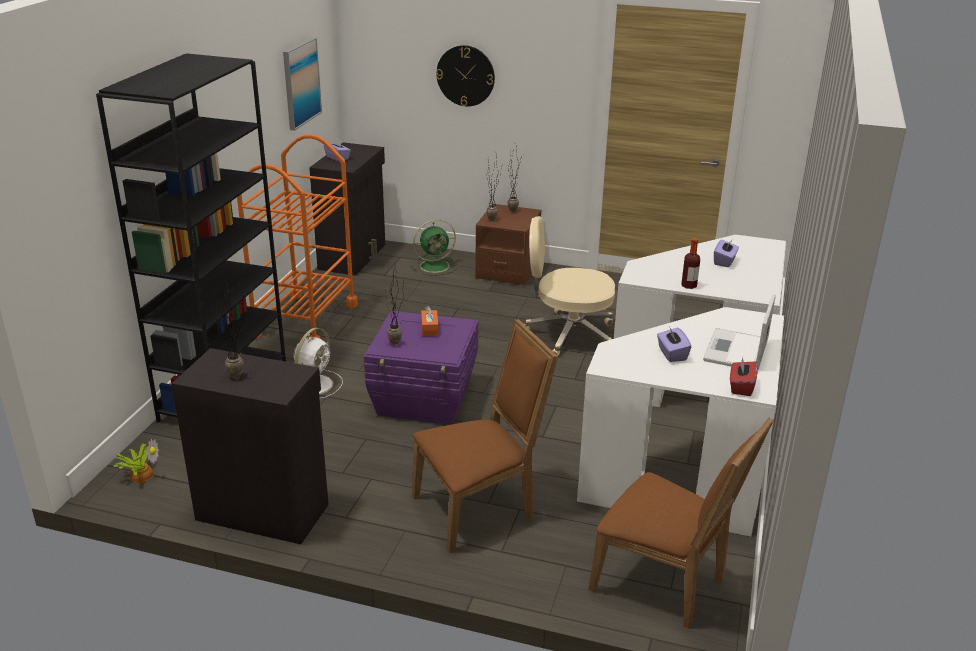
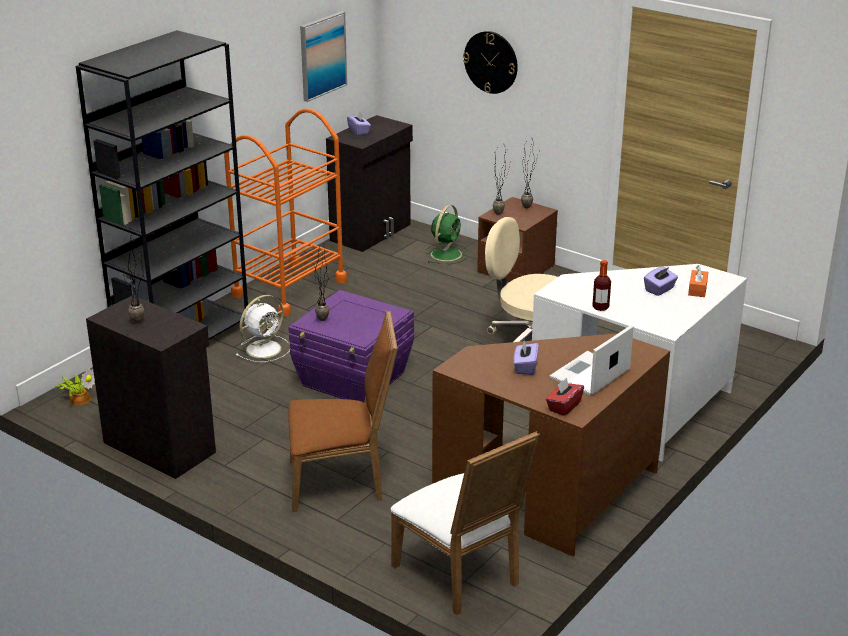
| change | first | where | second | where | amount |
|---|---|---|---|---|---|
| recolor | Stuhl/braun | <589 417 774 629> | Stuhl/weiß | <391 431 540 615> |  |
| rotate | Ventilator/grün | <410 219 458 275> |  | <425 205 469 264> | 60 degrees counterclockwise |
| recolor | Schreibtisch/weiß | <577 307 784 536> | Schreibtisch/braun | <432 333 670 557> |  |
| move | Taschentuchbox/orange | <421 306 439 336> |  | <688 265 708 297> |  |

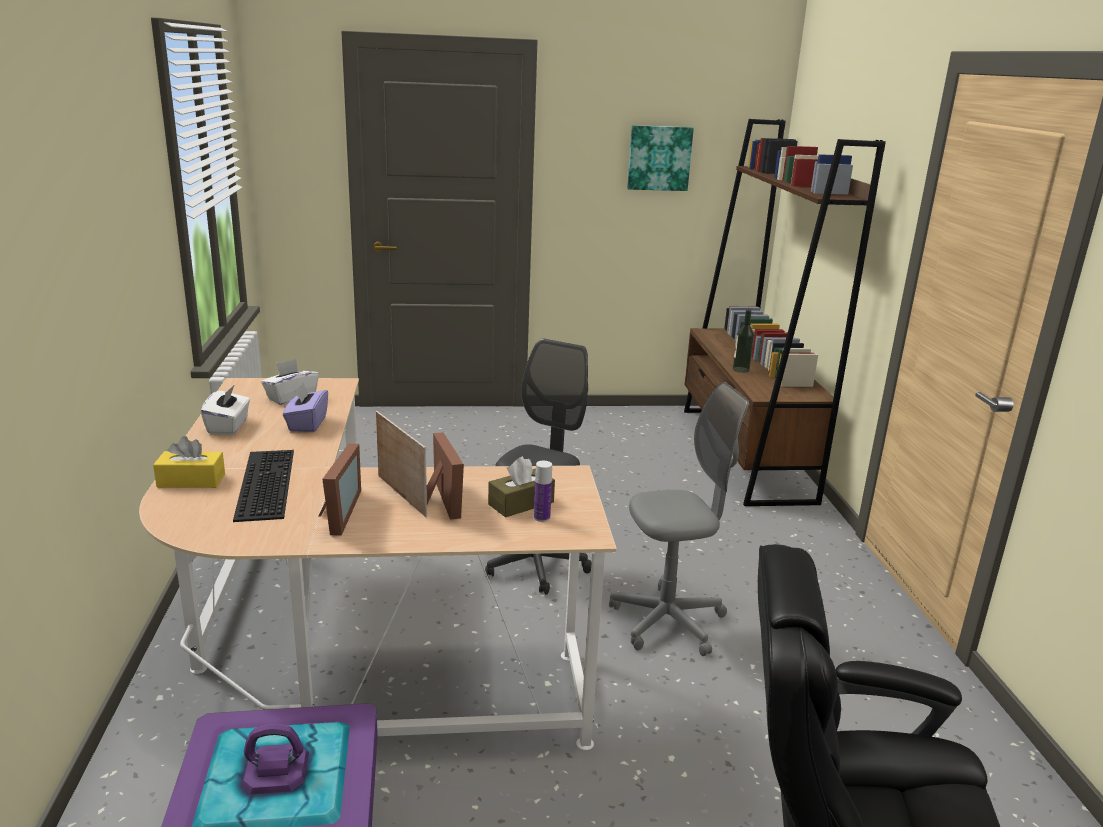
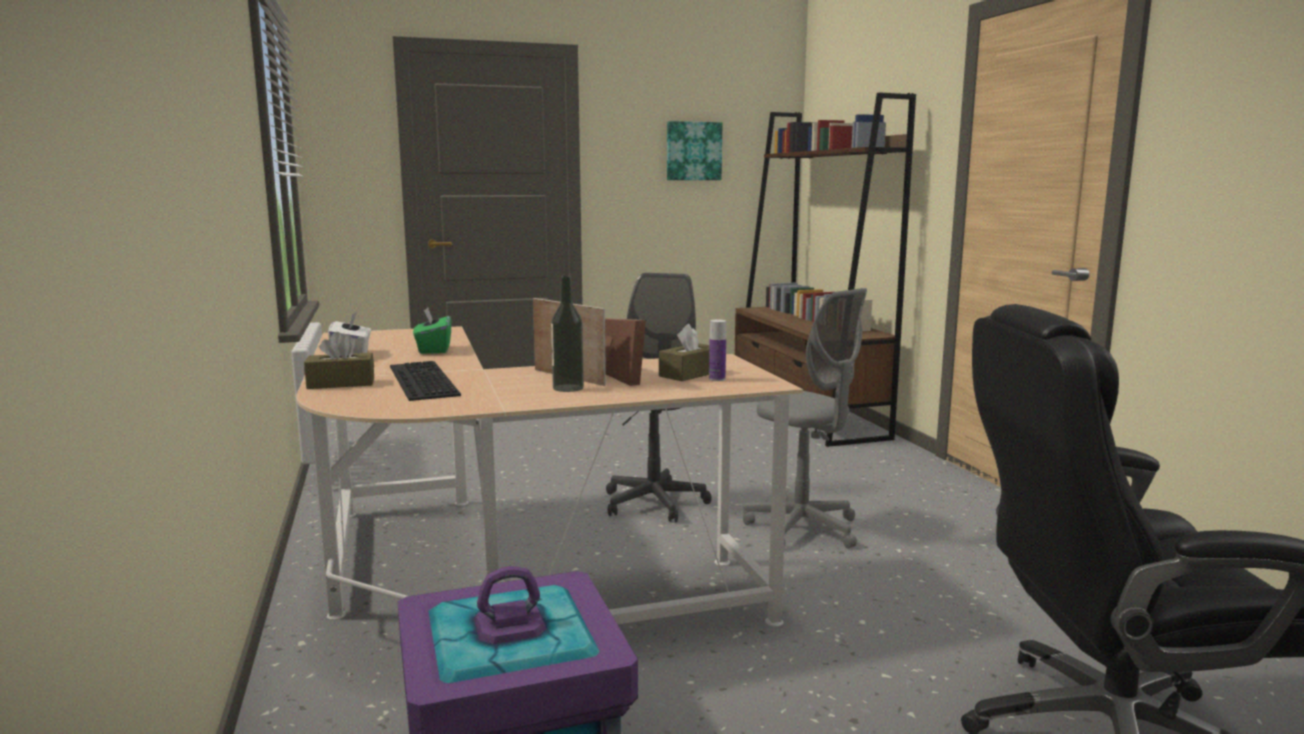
| change | first | where | second | where | amount |
|---|---|---|---|---|---|
| recolor | Taschentuchbox/gelb | <153 436 225 488> | Taschentuchbox/braun | <304 332 374 389> |  |
| recolor | Taschentuchbox/lila | <283 383 328 432> | Taschentuchbox/grün | <413 307 451 354> |  |
| move | Flasche | <733 310 754 373> |  | <551 276 584 392> |  |
| rotate | Bürostuhl/grau | <609 382 749 656> |  | <743 288 867 549> | 75 degrees clockwise |
| delete | Taschentuchbox/weiß | <261 359 319 405> |  |  |  |
| delete | Bilderrahmen | <318 443 361 536> |  |  |  |

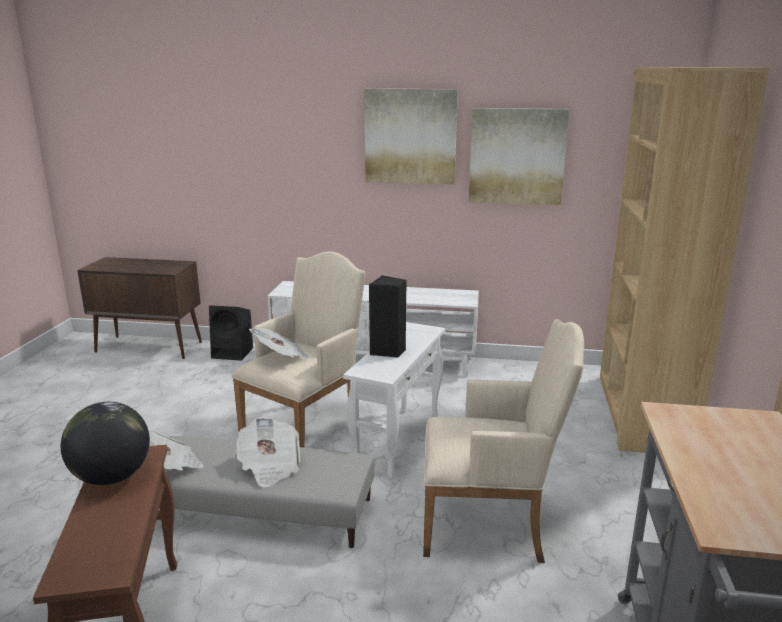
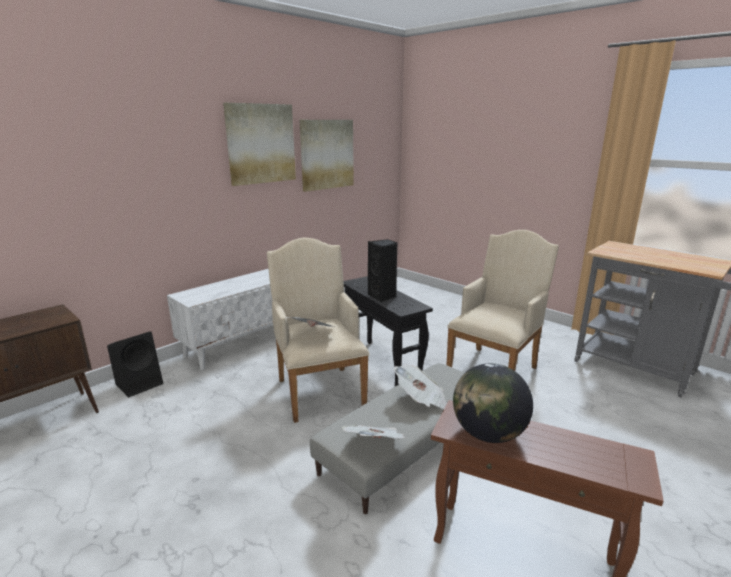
| change | first | where | second | where | amount |
|---|---|---|---|---|---|
| recolor | Beistelltisch/weiß | <343 322 445 479> | Beistelltisch/schwarz | <343 276 433 386> |  |
| delete | Bücherregal/braun | <600 67 770 453> |  |  |  |

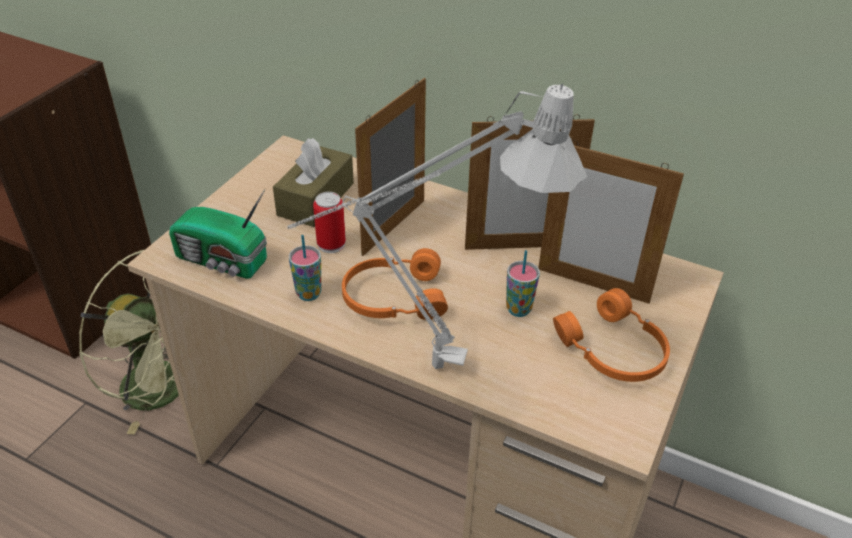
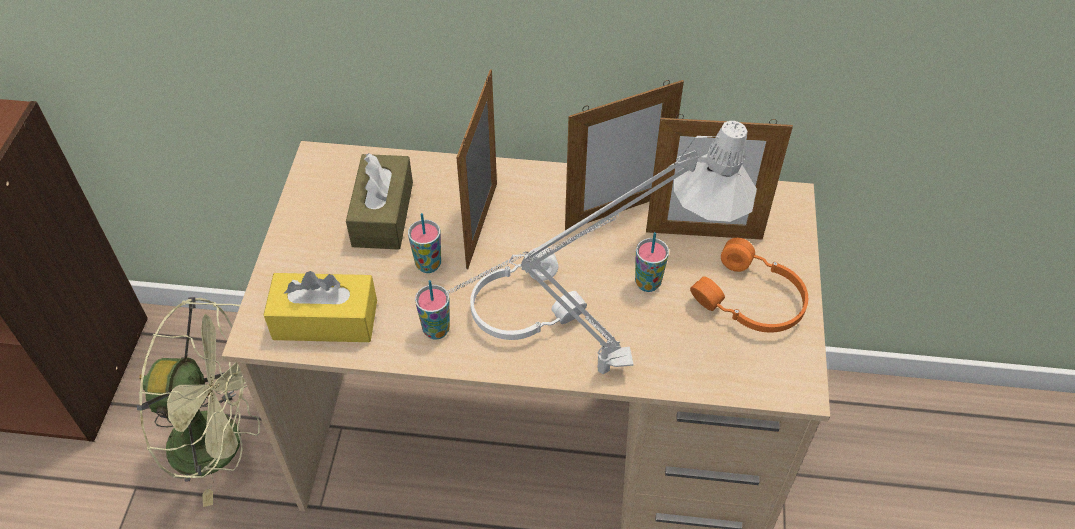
| change | first | where | second | where | amount |
|---|---|---|---|---|---|
| replace | Radio | <169 189 267 279> | Taschentuchbox/gelb | <264 271 377 342> |  |
| replace | Dose | <313 192 346 253> | Tasse | <408 213 441 273> |  |
| recolor | Kopfhörer/orange | <342 248 448 320> | Kopfhörer/weiß | <470 247 587 340> |  |

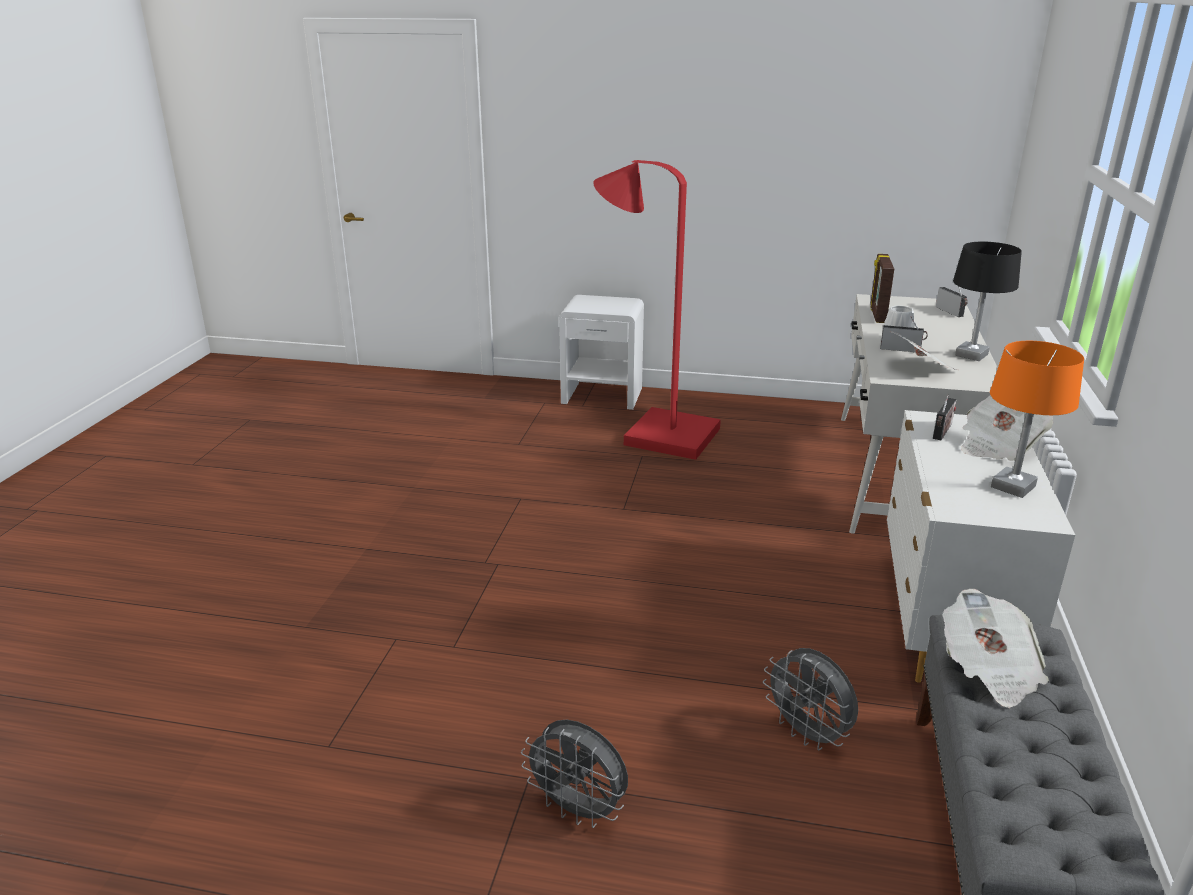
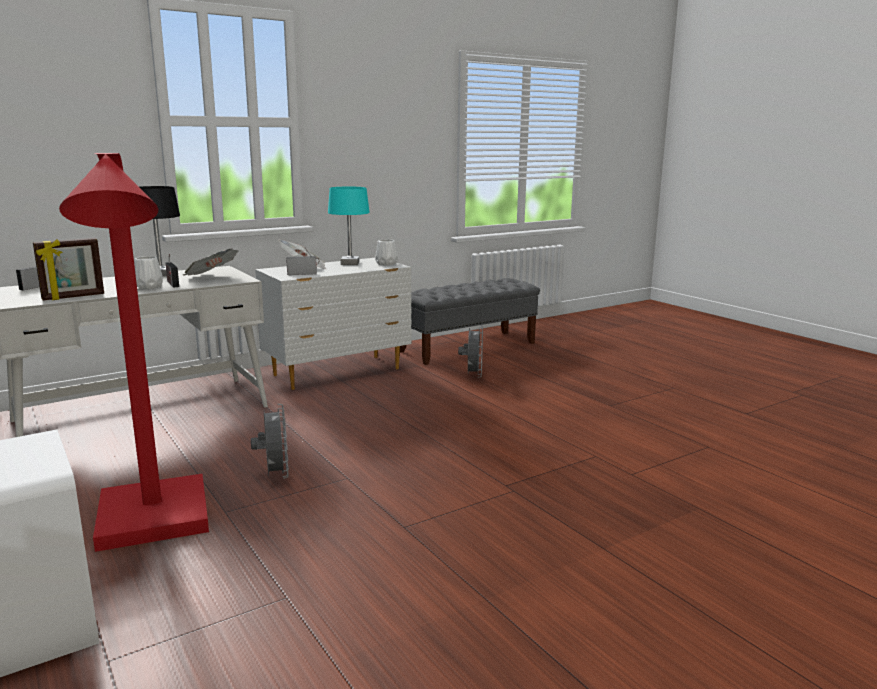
| change | first | where | second | where | amount |
|---|---|---|---|---|---|
| move | Ventilator/grau | <521 719 628 828> |  | <251 404 289 479> |  |
| recolor | Tischlampe/orange | <990 341 1084 498> | Tischlampe/türkis | <328 187 370 265> |  |
| insert |  |  | Vase/weiß | <375 239 398 266> |  |
| delete | Zeitung | <942 589 1049 708> |  |  |  |

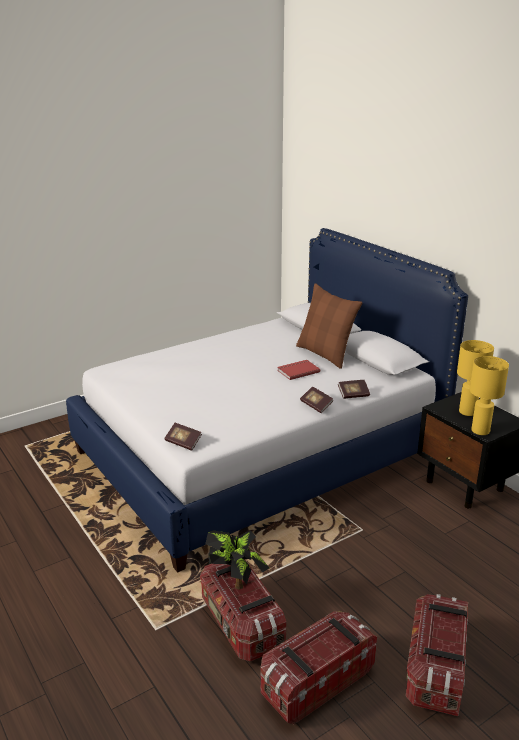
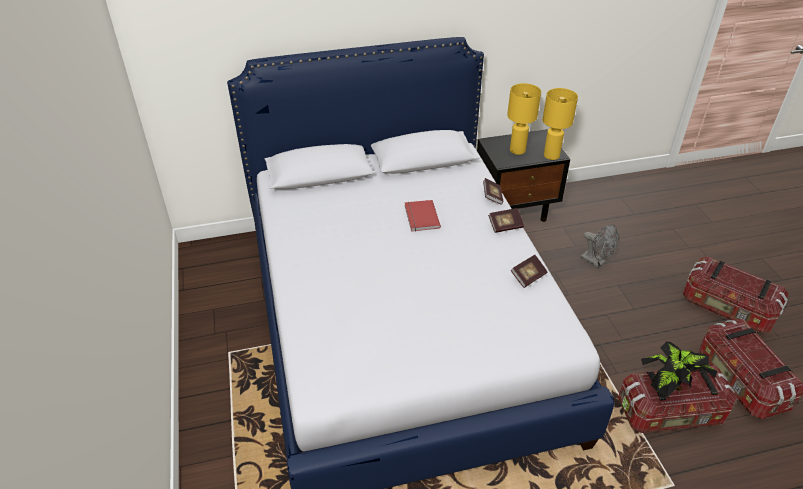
| change | first | where | second | where | amount |
|---|---|---|---|---|---|
| move | Buch | <164 423 202 451> |  | <511 255 547 288> |  |
| insert |  |  | Ventilator/grau | <581 224 619 268> |  |
| delete | Kissen/braun | <296 283 362 369> |  |  |  |

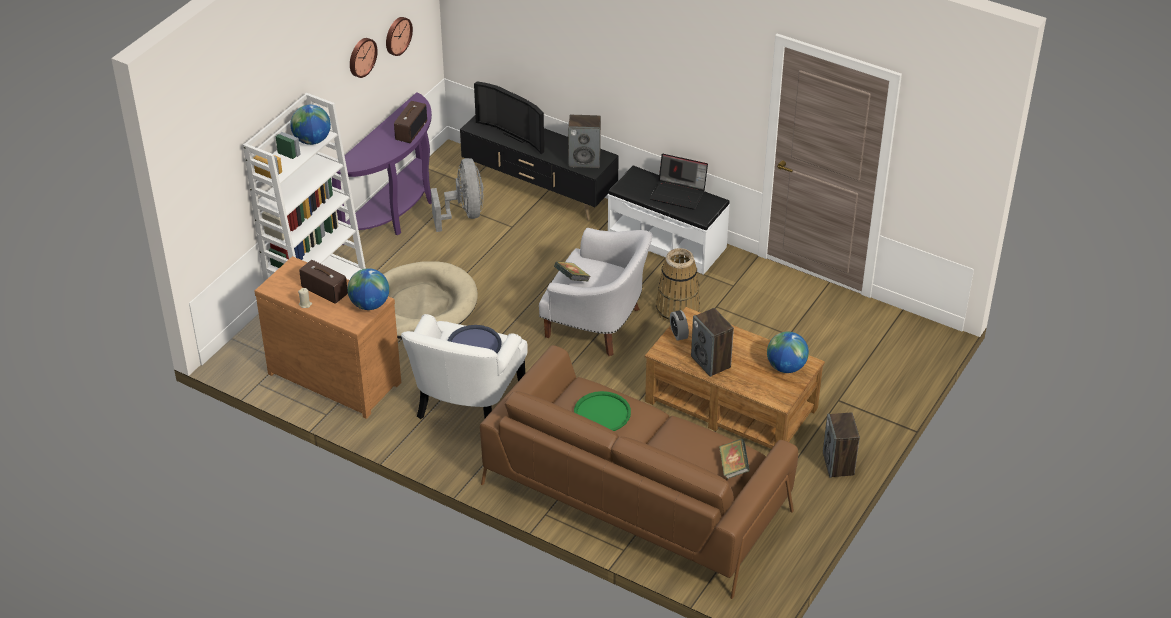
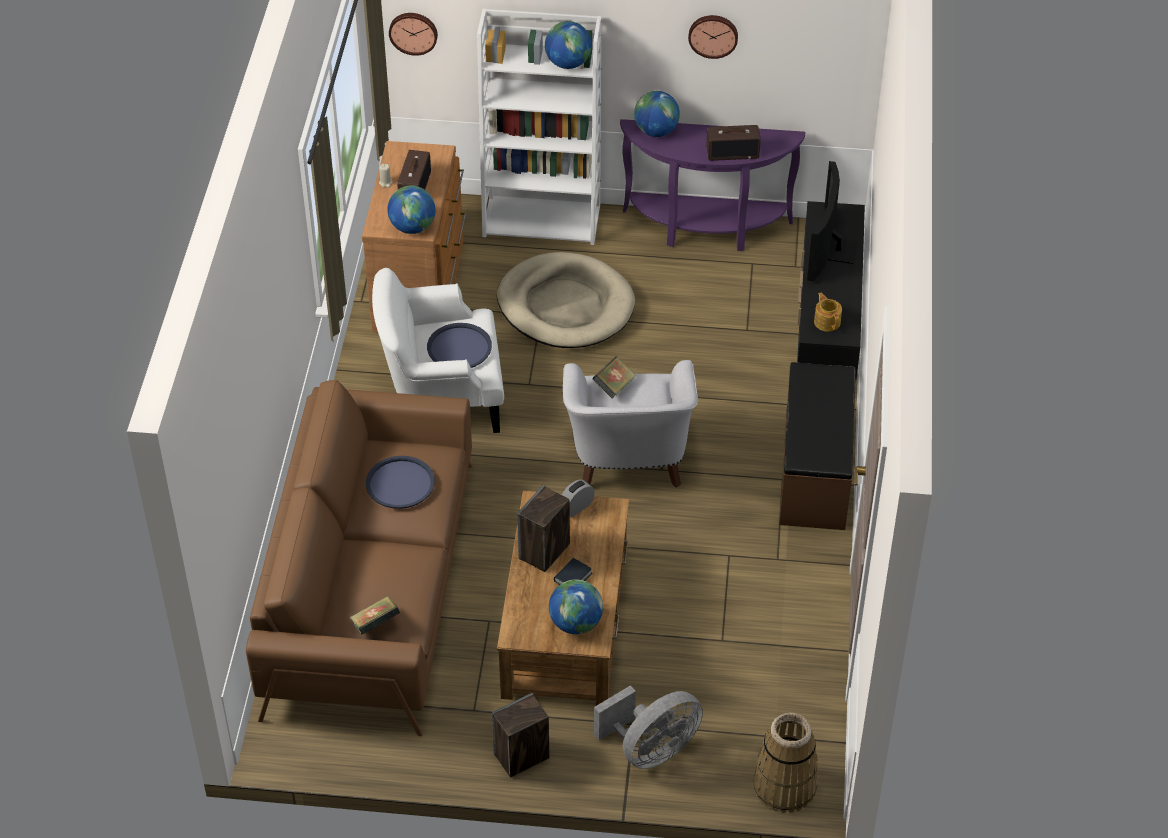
| change | first | where | second | where | amount |
|---|---|---|---|---|---|
| recolor | Tablett/grün | <574 391 631 431> | Tablett/blau | <366 456 435 509> |  |
| move | Wanduhr | <386 17 413 56> |  | <389 13 438 56> |  |
| insert |  |  | Buch | <554 558 592 585> |  |
| move | Ventilator/grau | <431 158 484 232> |  | <594 685 703 769> |  |
| insert |  |  | Globus | <634 91 680 137> |  |
| move | Korb | <656 248 700 323> |  | <753 713 818 813> |  |
| recolor | Bank/weiß | <608 165 730 275> | Bank/braun | <779 362 856 530> |  |
| replace | Lautsprecher | <568 115 601 168> | Teekanne | <814 292 842 332> |  |
| delete | Laptop | <650 154 708 210> |  |  |  |

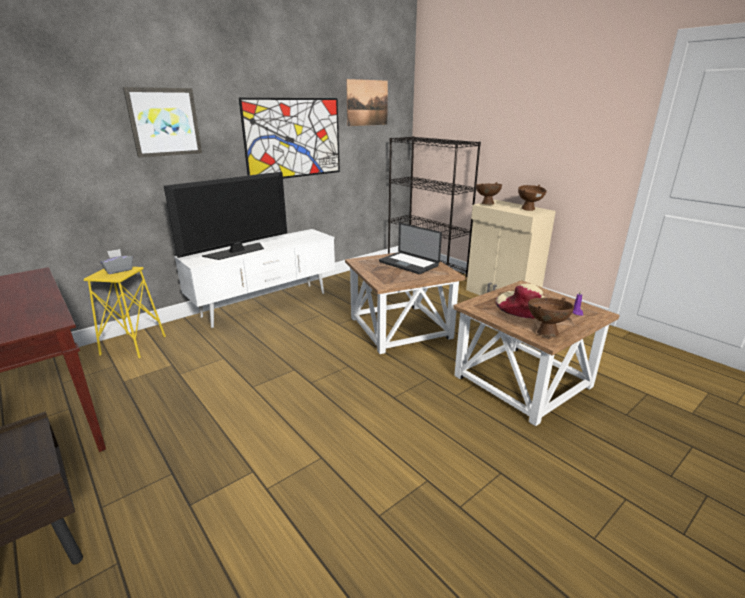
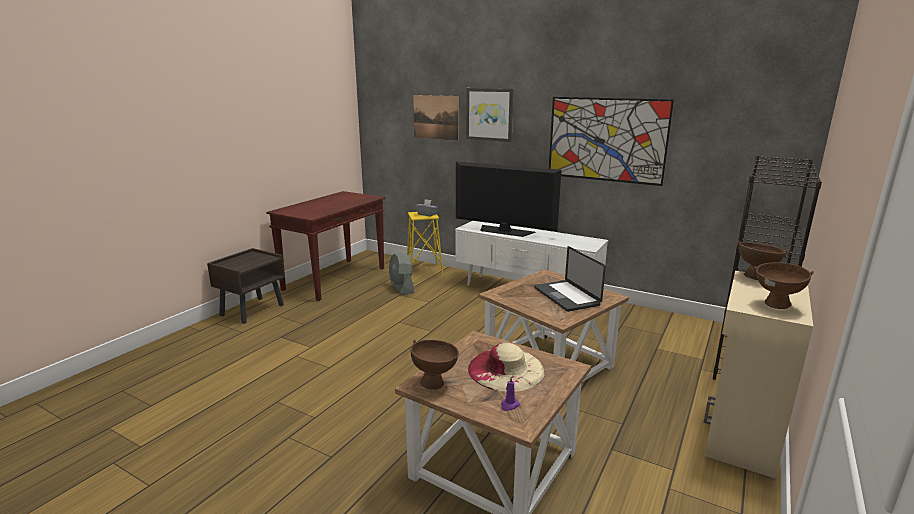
| change | first | where | second | where | amount |
|---|---|---|---|---|---|
| insert |  |  | Ventilator/grau | <389 252 414 295> |  |
| move | Bild | <346 79 388 126> |  | <413 95 459 141> |  |
| rotate | Laptop | <379 223 442 274> |  | <534 246 606 312> | 45 degrees counterclockwise |

